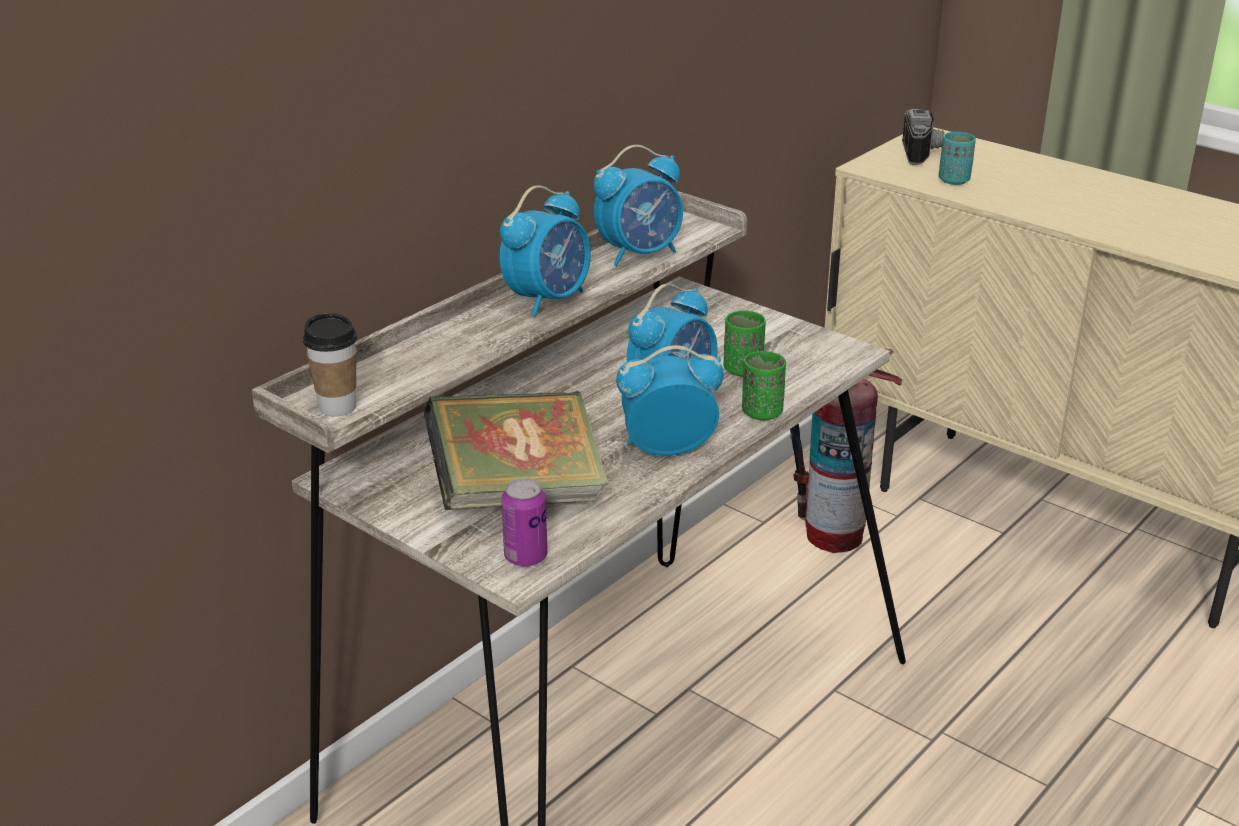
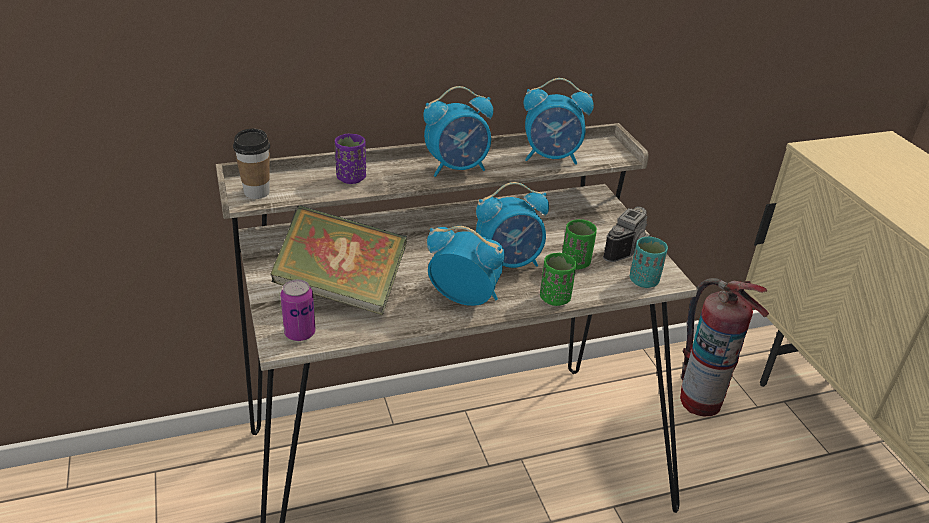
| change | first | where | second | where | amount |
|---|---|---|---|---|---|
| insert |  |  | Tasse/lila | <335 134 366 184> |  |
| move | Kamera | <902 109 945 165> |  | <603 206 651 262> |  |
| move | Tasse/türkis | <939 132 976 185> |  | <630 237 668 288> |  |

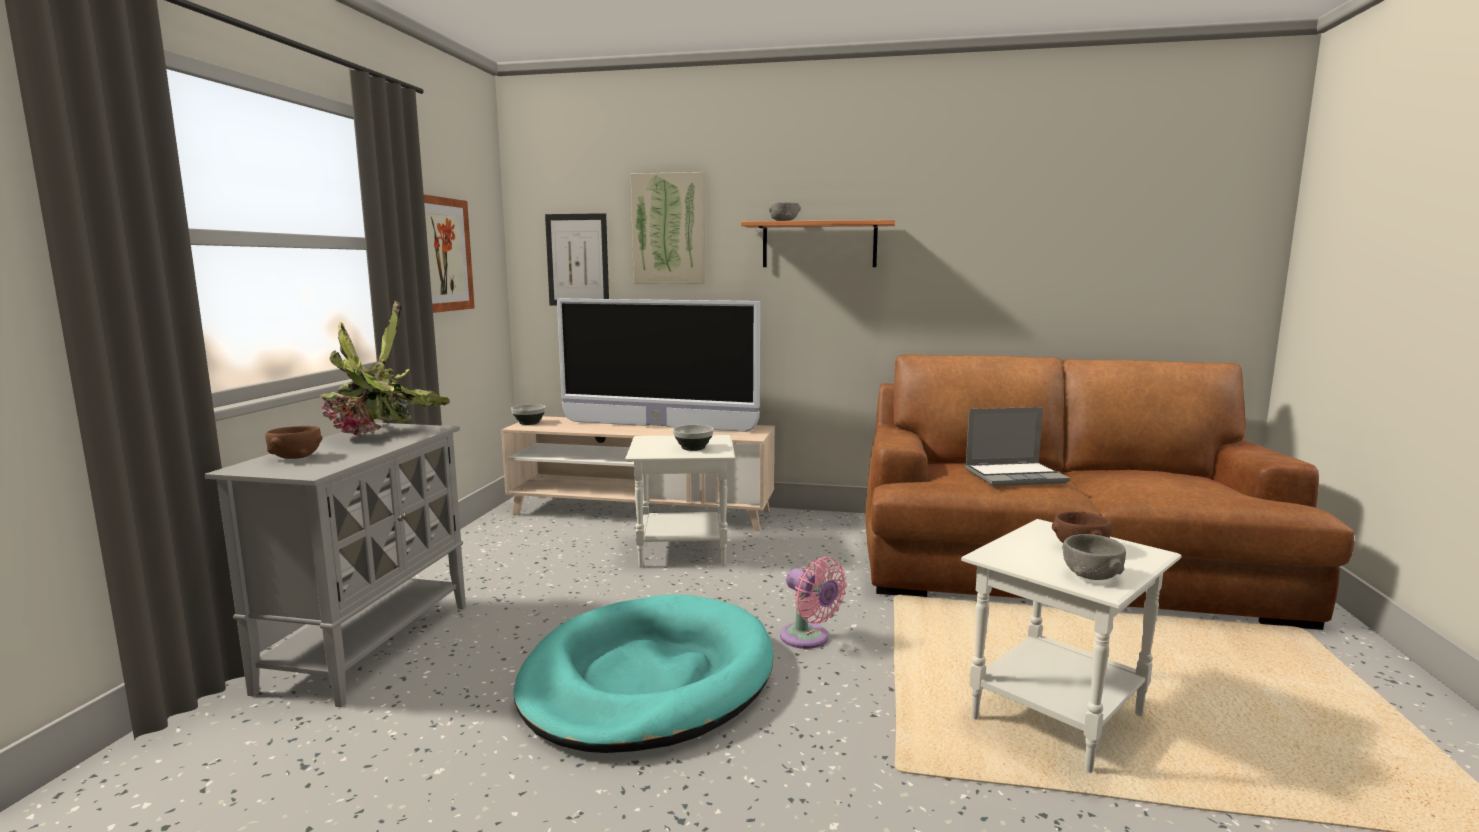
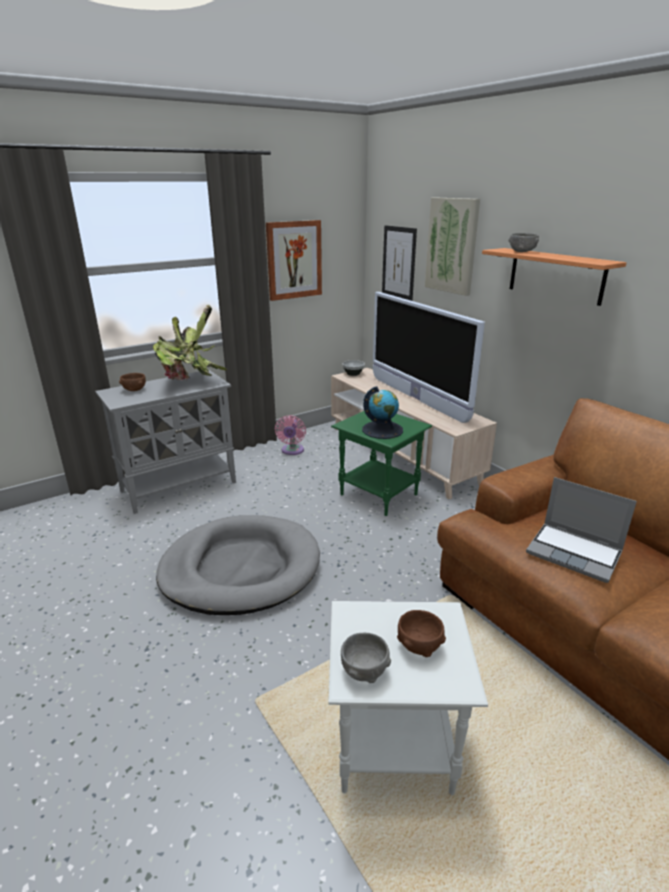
| change | first | where | second | where | amount |
|---|---|---|---|---|---|
| recolor | Hundebett/türkis | <514 594 774 753> | Hundebett/grau | <156 515 320 615> |  |
| move | Ventilator/rosa | <780 557 847 649> |  | <275 415 306 455> |  |
| recolor | Beistelltisch/weiß | <625 435 735 568> | Beistelltisch/grün | <331 411 432 516> |  |
| replace | Schüssel | <673 425 714 451> | Globus | <362 386 403 439> |  |

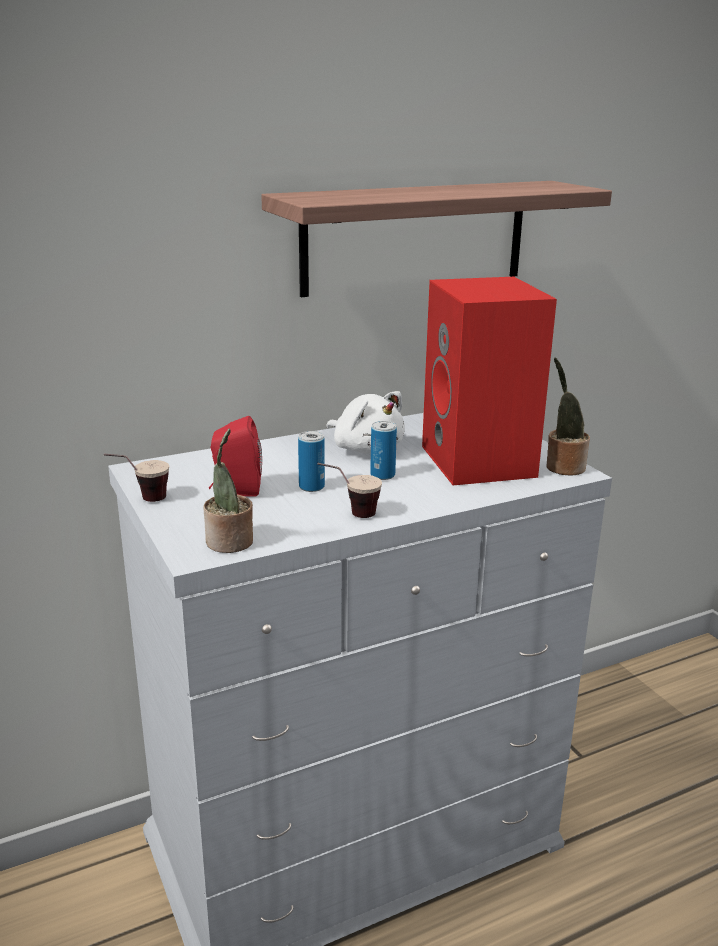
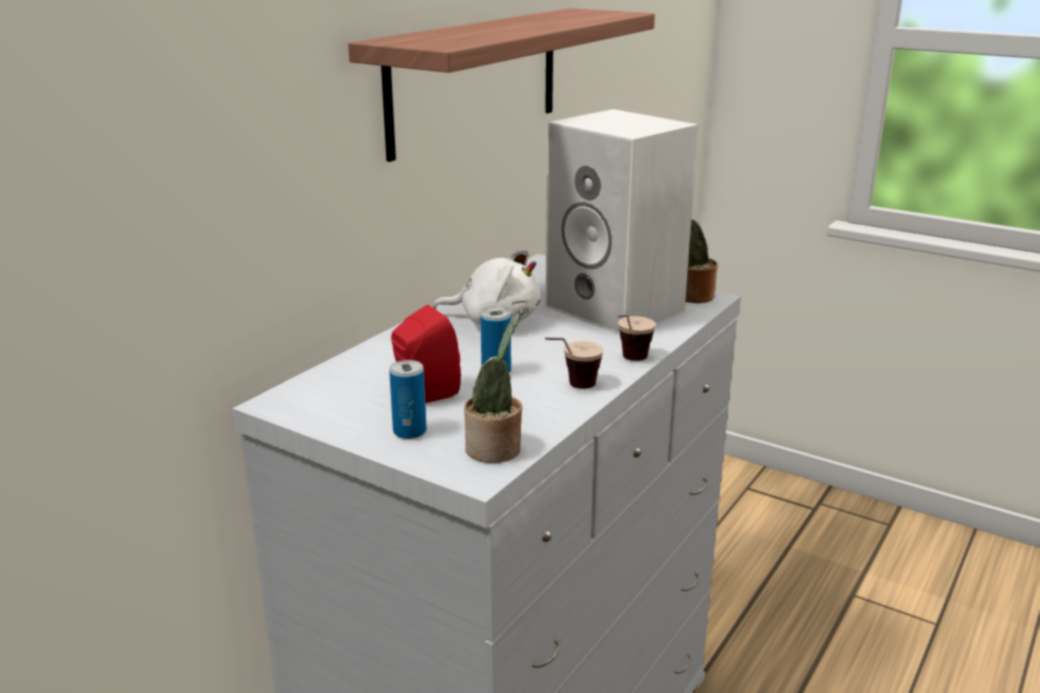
| change | first | where | second | where | amount |
|---|---|---|---|---|---|
| move | Dose | <370 421 397 480> |  | <389 360 427 439> |  |
| recolor | Lautsprecher/rot | <422 277 557 485> | Lautsprecher/weiß | <546 109 698 334> |  |
| move | Tasse | <104 454 169 502> |  | <618 314 656 361> |  |

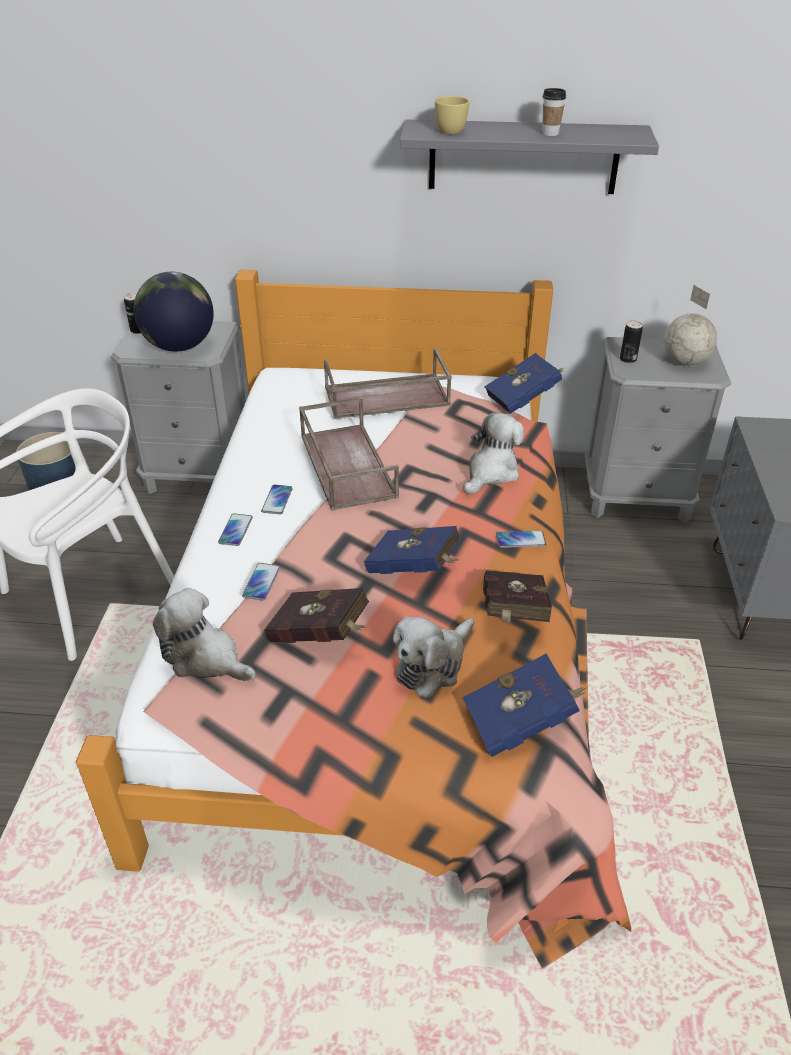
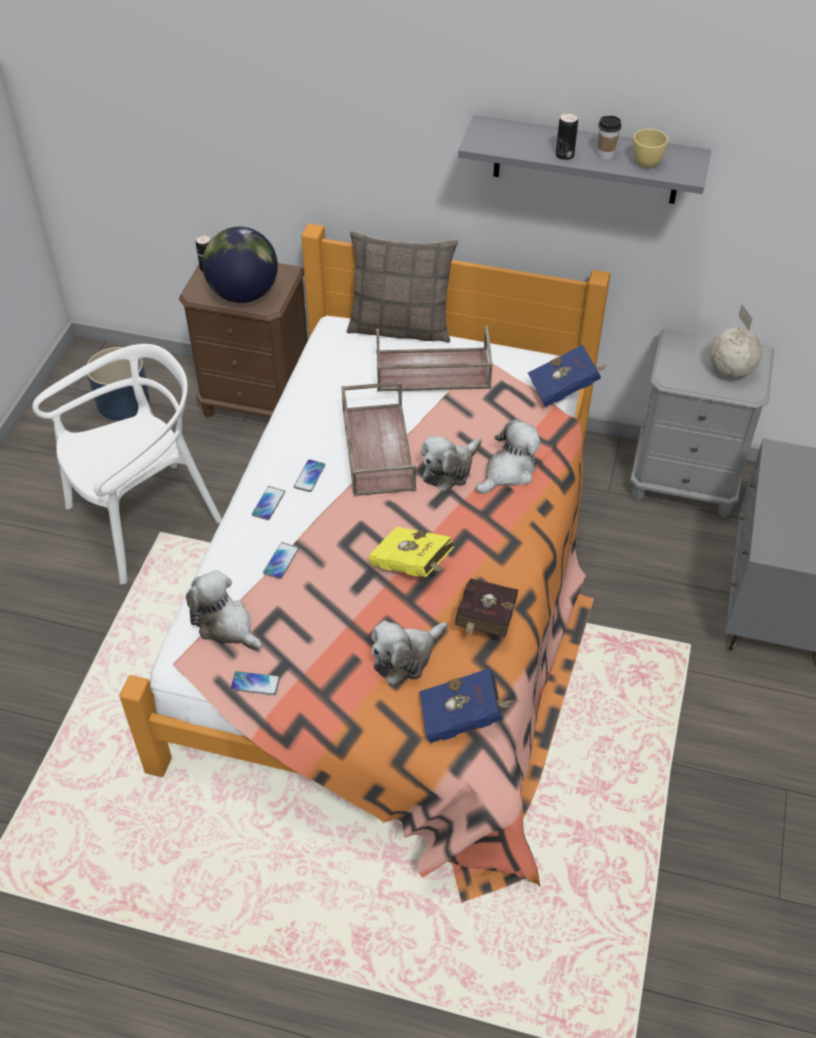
| change | first | where | second | where | amount |
|---|---|---|---|---|---|
| recolor | Nachttisch/grau | <111 321 246 494> | Nachttisch/braun | <179 263 308 418> |  |
| move | Handy | <496 531 546 548> |  | <231 671 280 695> |  |
| insert |  |  | Kissen | <347 231 458 343> |  |
| recolor | Buch/blau | <364 526 461 574> | Buch/gelb | <368 526 454 577> |  |
| insert |  |  | Plüschtier | <421 436 481 491> |  |
| move | Dose | <620 321 643 363> |  | <556 112 578 160> |  |
| move | Tasse/gelb | <435 96 469 134> |  | <633 129 668 168> |  |
| delete | Buch/rot | <264 588 369 643> |  |  |  |

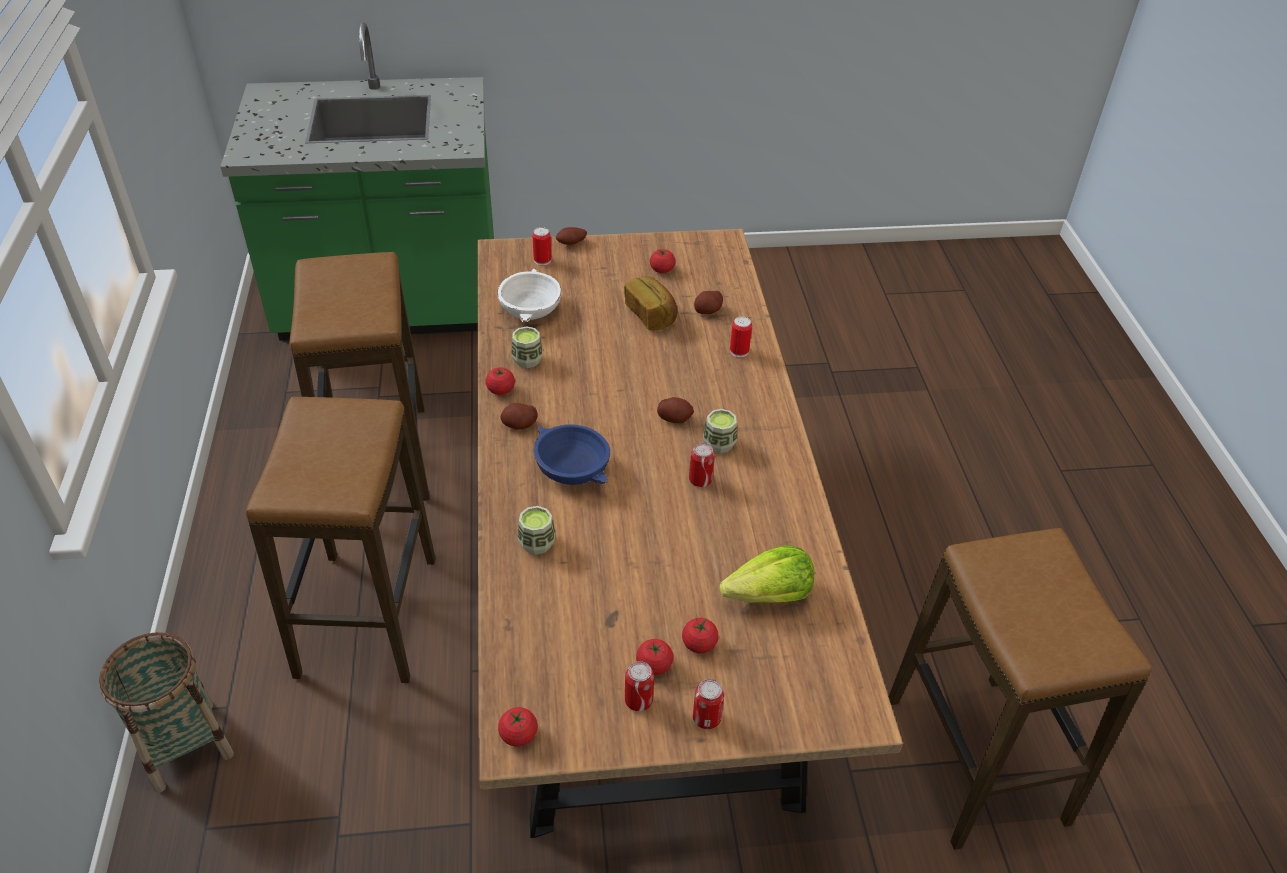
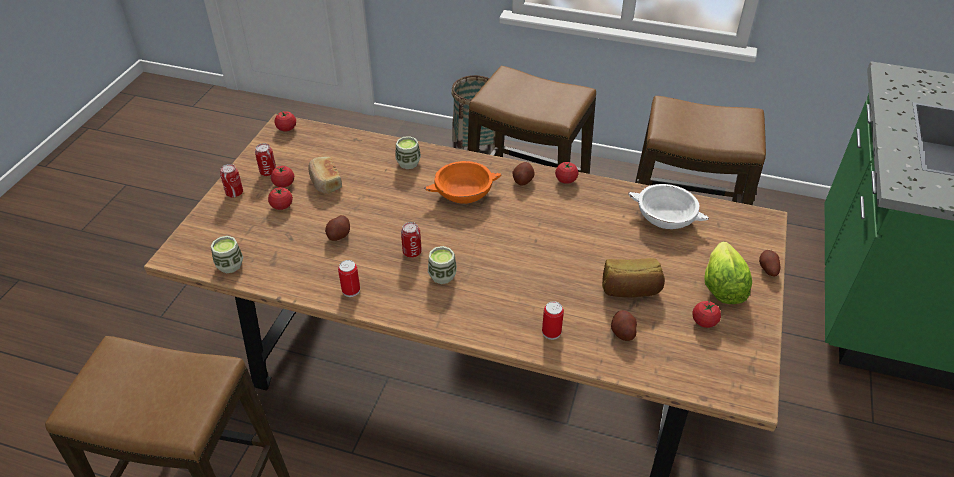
| change | first | where | second | where | amount |
|---|---|---|---|---|---|
| move | Tasse | <511 327 543 368> |  | <211 236 243 273> |  |
| insert |  |  | Brot | <308 157 342 194> |  |
| move | Kartoffel | <657 397 694 423> |  | <325 215 350 241> |  |
| move | Dose | <532 227 551 266> |  | <338 260 360 297> |  |
| recolor | Schüssel/blau | <534 424 610 485> | Schüssel/orange | <424 161 502 204> |  |
| move | Salatkopf | <720 545 814 603> |  | <704 242 752 304> |  |

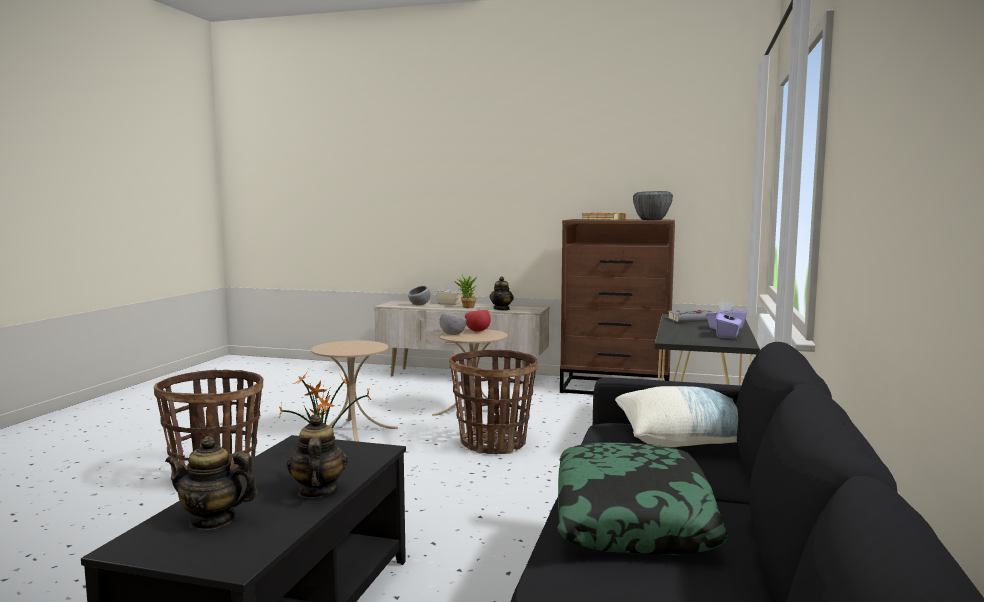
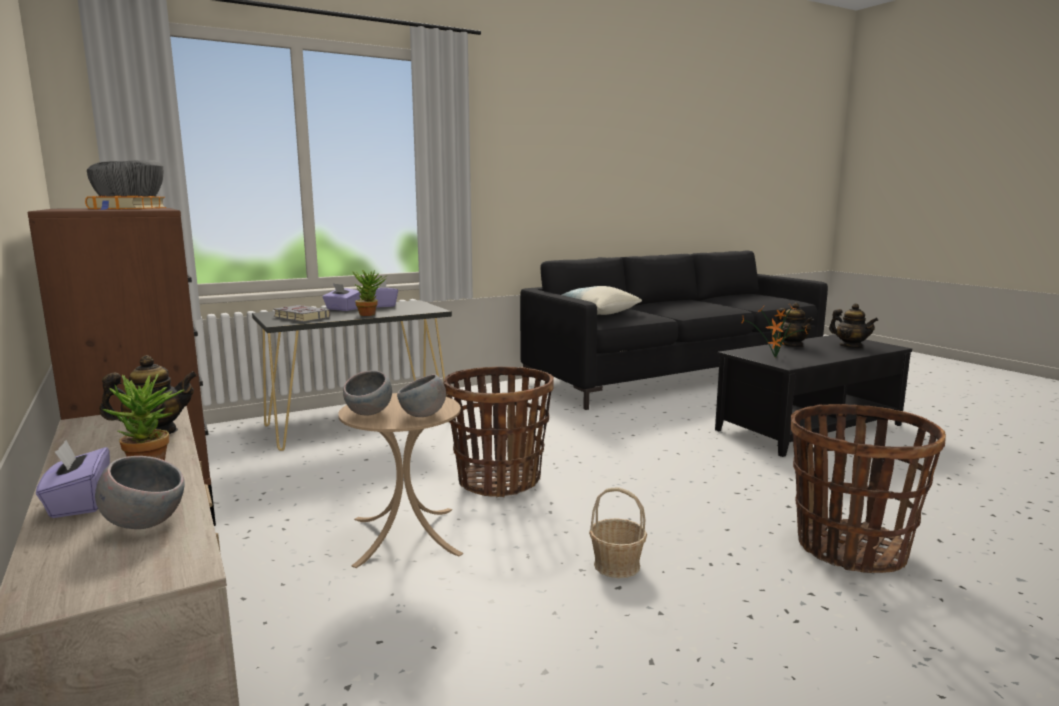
| change | first | where | second | where | amount |
|---|---|---|---|---|---|
| recolor | Taschentuchbox/beige | <436 285 463 305> | Taschentuchbox/lila | <36 440 110 518> |  |
| recolor | Schüssel/rot | <465 310 491 332> | Schüssel/grau | <343 371 392 415> |  |
| insert |  |  | Topfpflanze | <352 270 386 316> |  |
| replace | Beistelltisch/beige | <311 340 398 442> | Korb | <589 488 647 578> |  |
| rotate | Teekanne | <287 414 348 498> |  | <776 303 814 347> | 60 degrees counterclockwise |
| delete | Kissen | <557 443 728 555> |  |  |  |

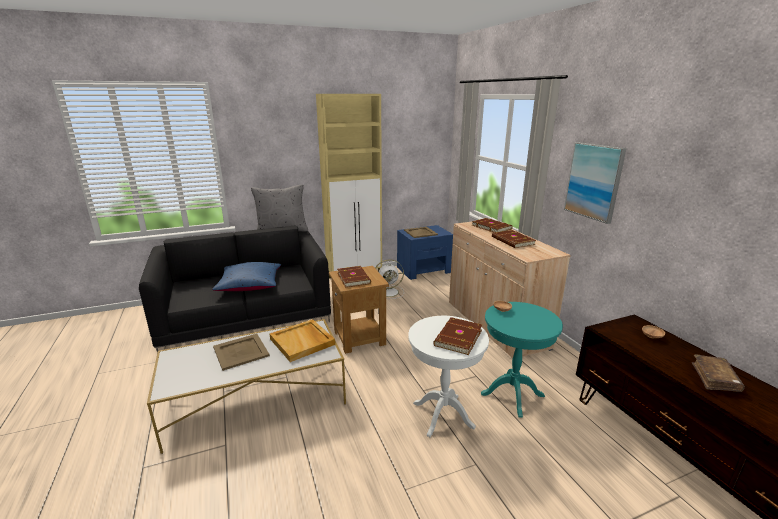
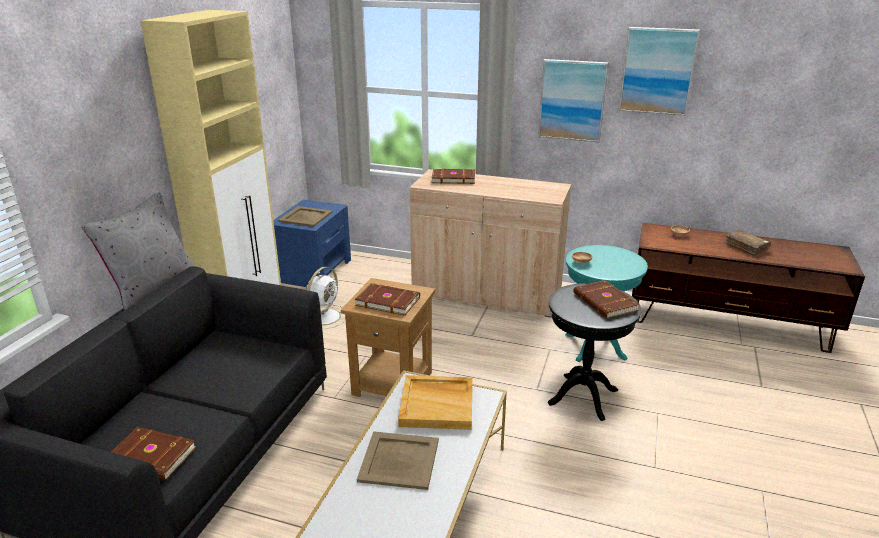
| change | first | where | second | where | amount |
|---|---|---|---|---|---|
| move | Buch/braun | <492 230 536 248> |  | <111 427 196 480> |  |
| recolor | Beistelltisch/weiß | <408 316 489 437> | Beistelltisch/schwarz | <548 283 641 421> |  |
| insert |  |  | Bild | <619 27 700 116> |  |
| delete | Kissen/blau | <212 262 281 291> |  |  |  |

